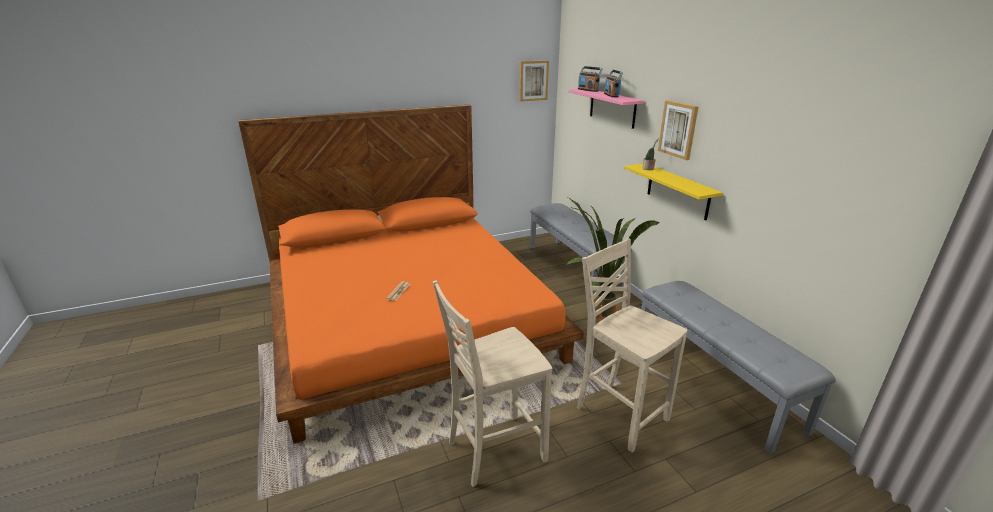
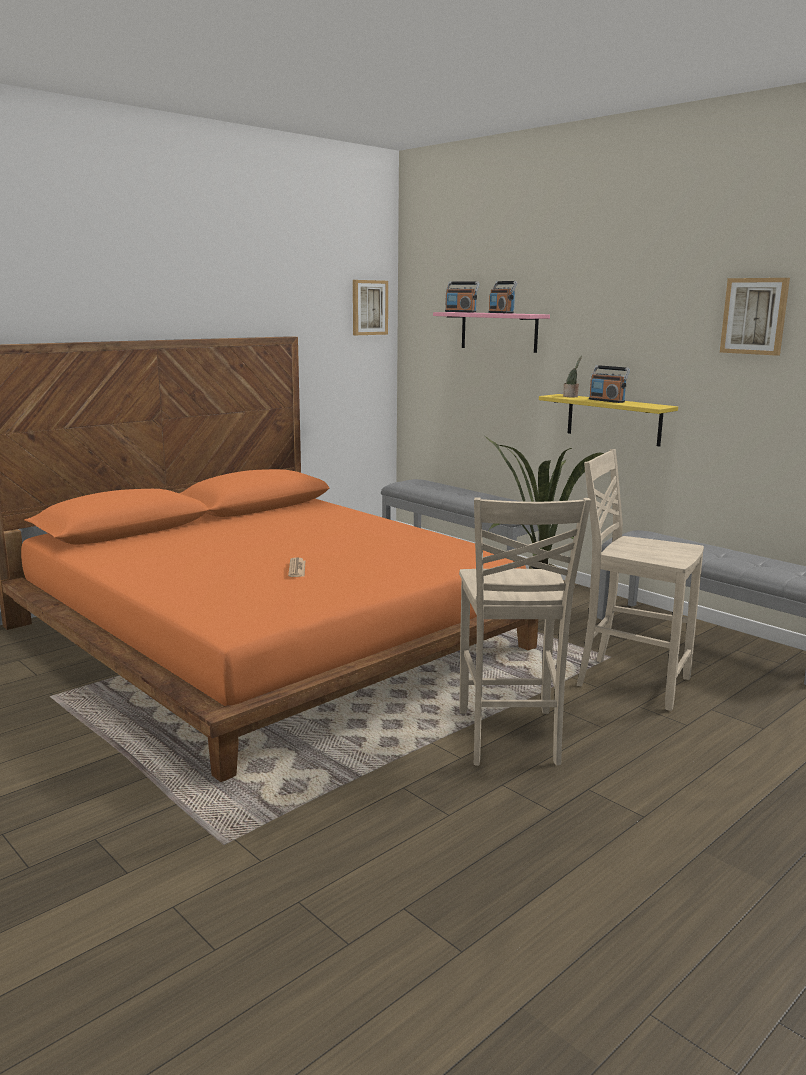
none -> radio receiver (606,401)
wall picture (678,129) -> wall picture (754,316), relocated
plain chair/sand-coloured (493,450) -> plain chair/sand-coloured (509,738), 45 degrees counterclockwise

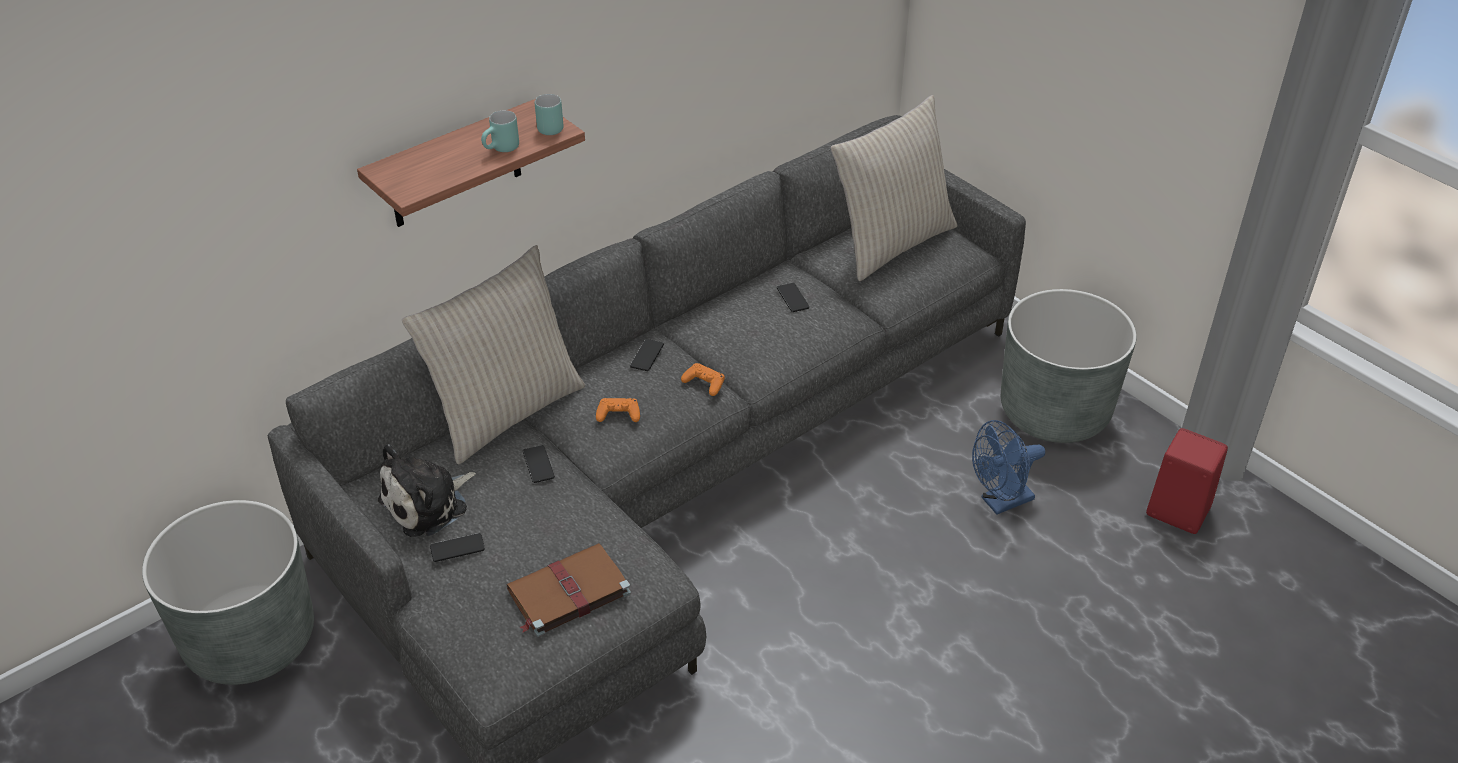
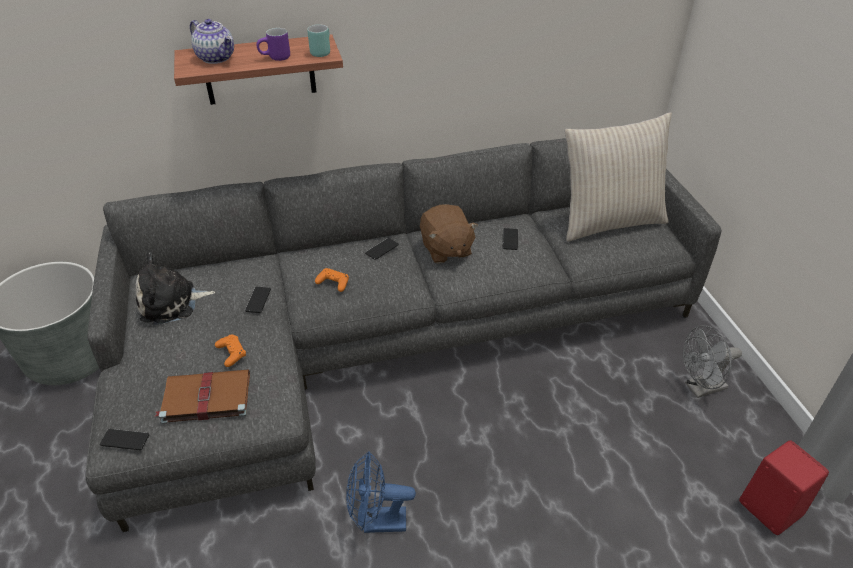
cushion/sand-coloured (505,411) -> none
none -> tea pot (216,58)
none -> soft toy/brown (446,249)
telephone (457,548) -> telephone (125,440), relocated
joypad/orange (704,383) -> joypad/orange (231,353), relocated
fan/blue (1001,502) -> fan/blue (377,522), relocated
flower pot/grey (1054,411) -> fan/grey (700,388)
mug/blue-green (502,150) -> mug/purple (275,58)

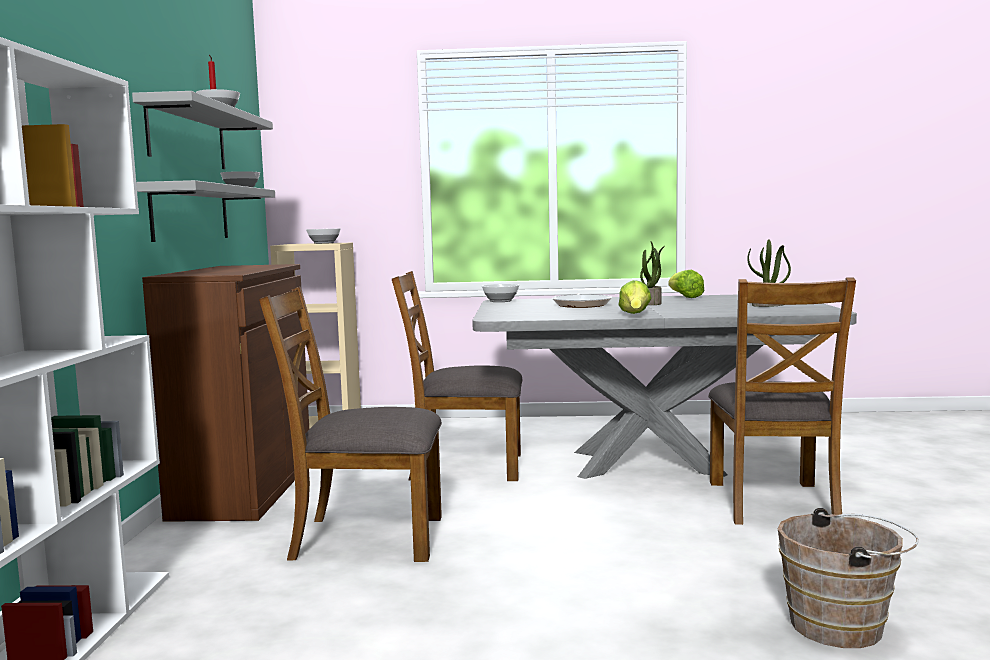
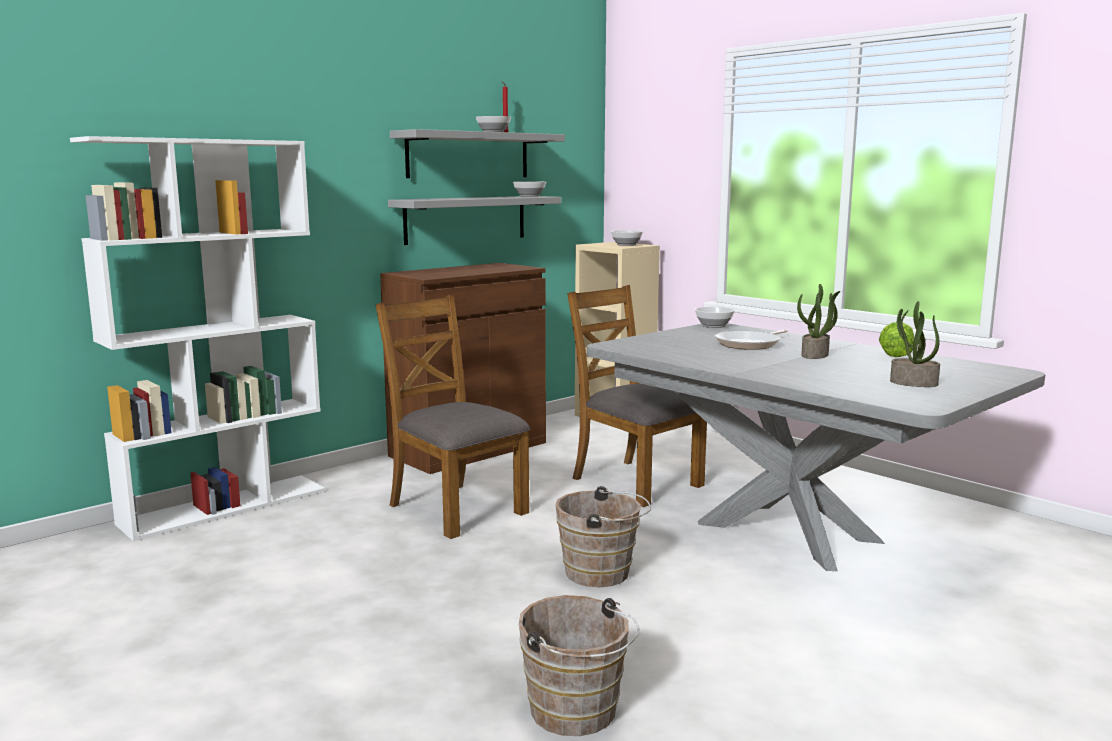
lettuce head (635,315) -> none
plain chair/brown (773,503) -> none
none -> bucket/brown (603,573)

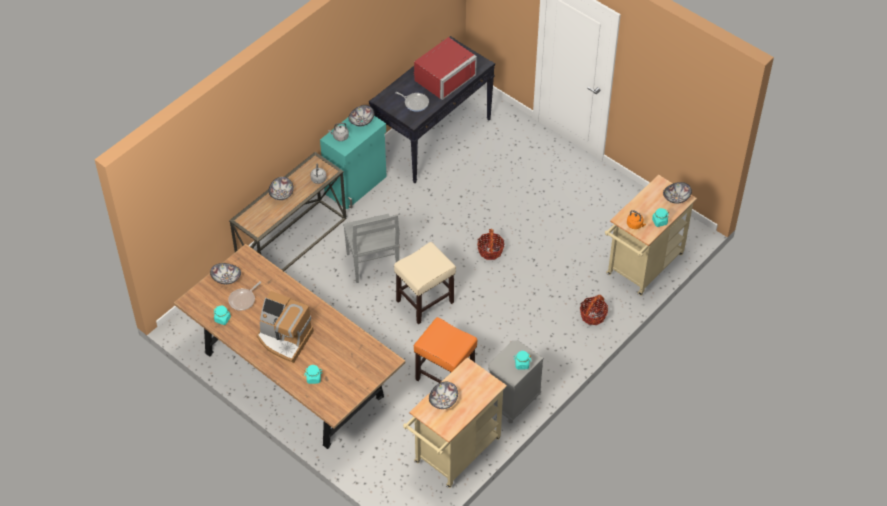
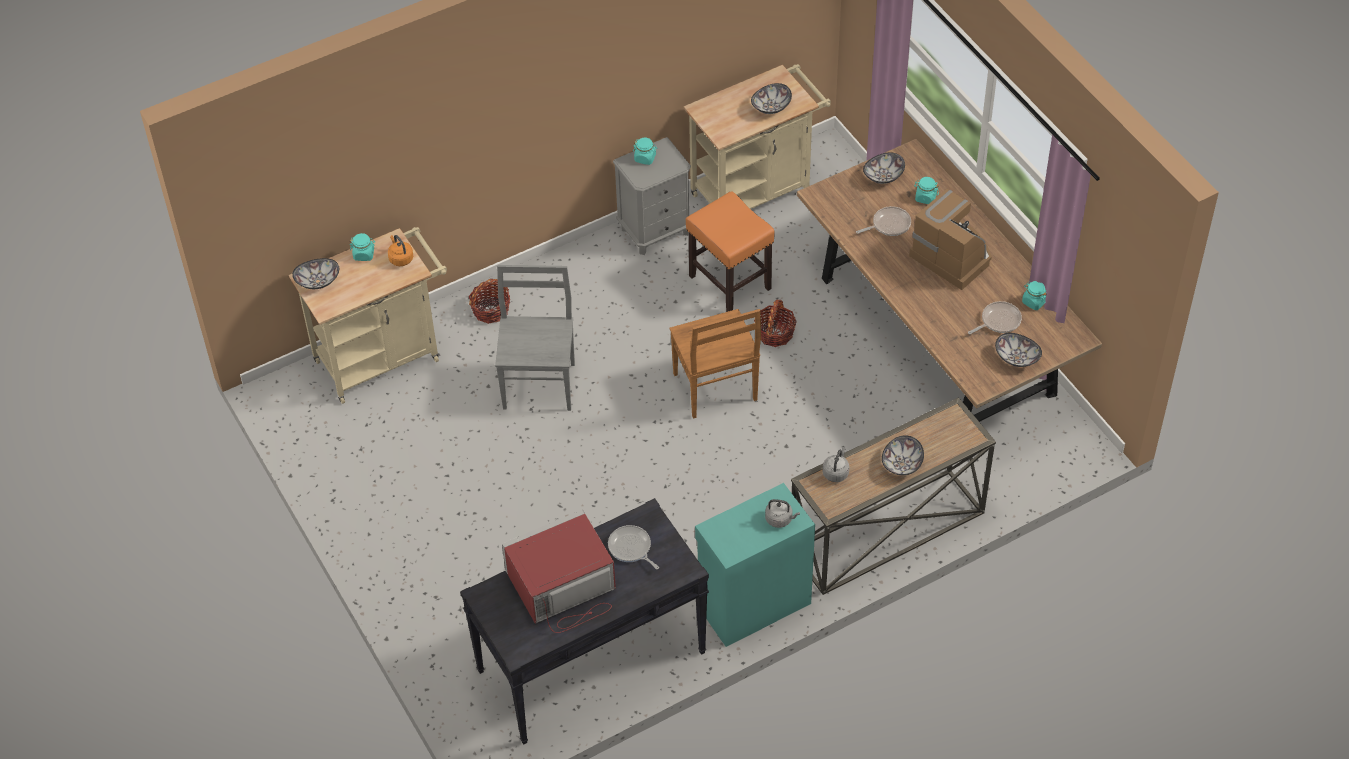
none -> frying pan (889,225)
plain chair/grey (373,264) -> plain chair/grey (539,384), relocated
serving bowl (361,121) -> serving bowl (883,176), relocated
household basket (490,251) -> household basket (774,333), relocated
sitting stool/sand-coloured (425,301) -> plain chair/brown (715,389)

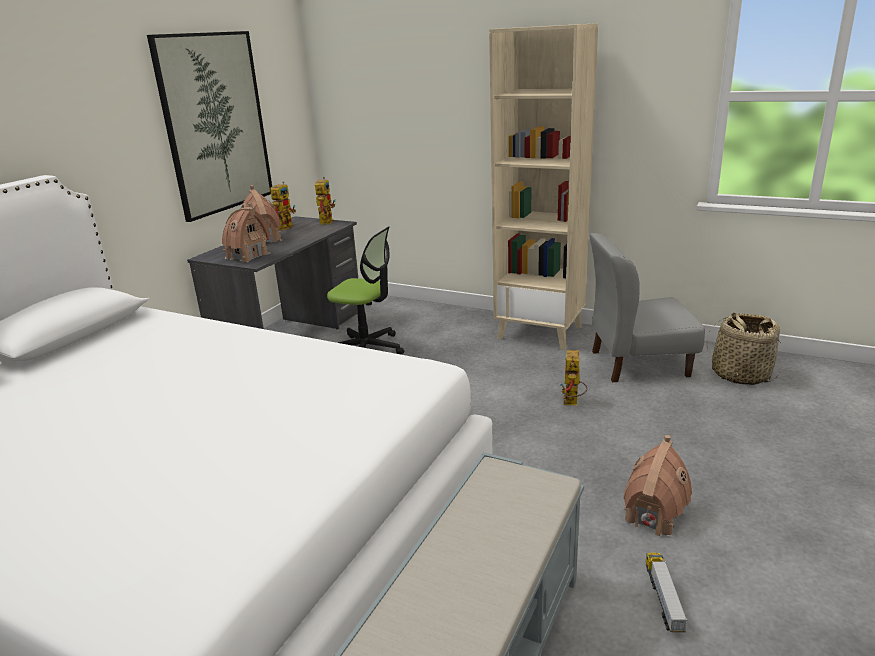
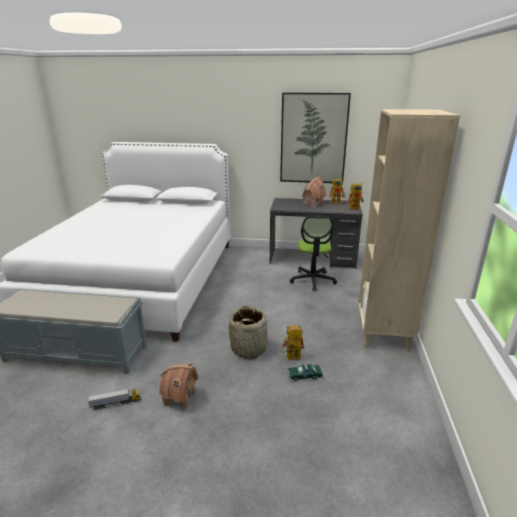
toy house (247,256) -> none
plain chair/grey (638,363) -> none
none -> toy car (304,376)
household basket (740,374) -> household basket (249,348), relocated

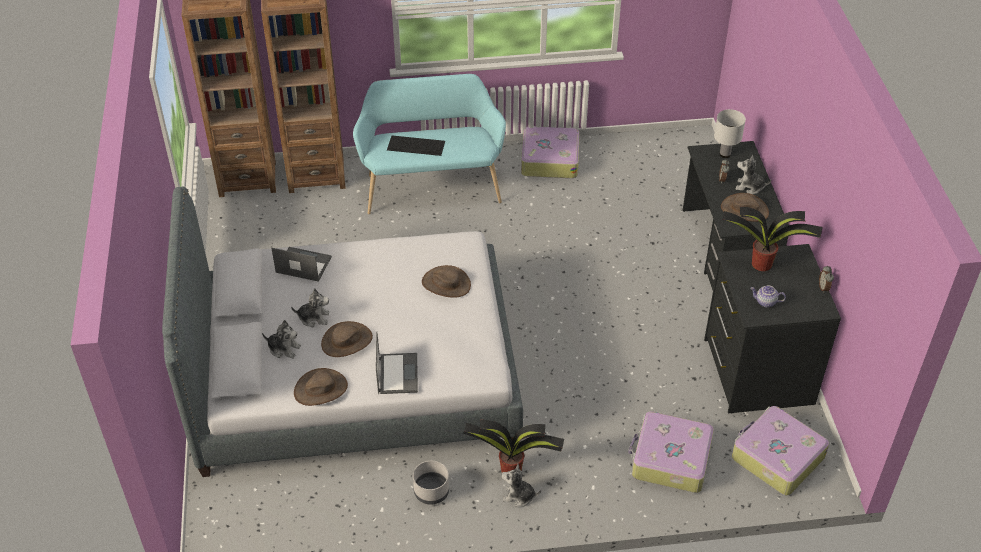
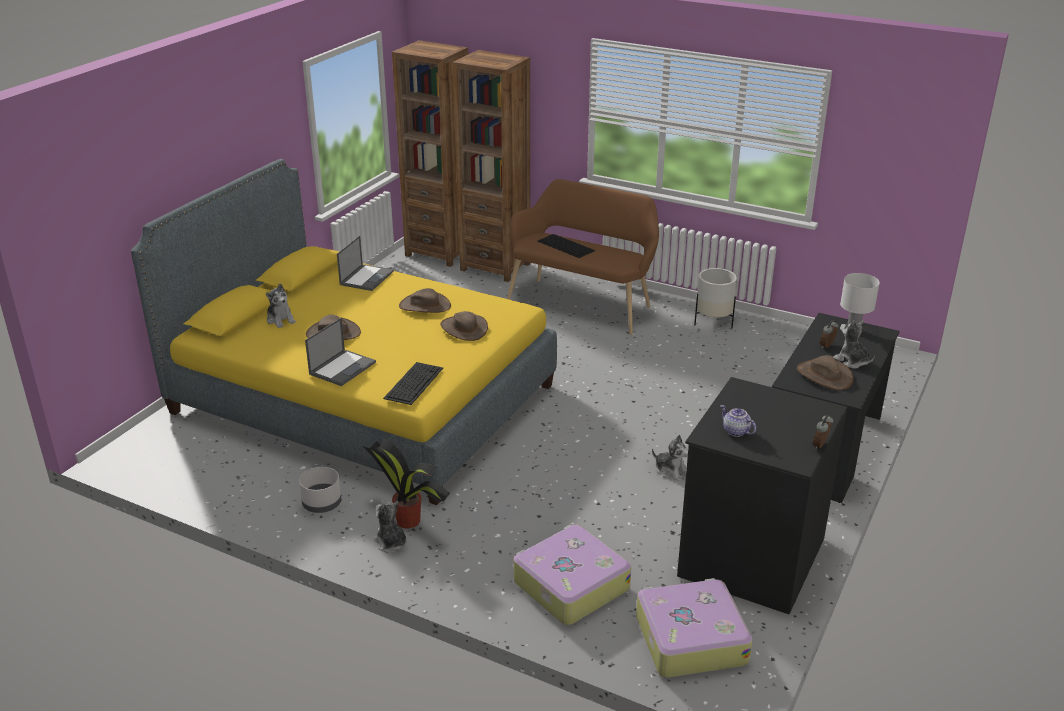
potted plant (763,264) -> none
none -> PC keyboard (414,382)
soft toy (314,318) -> soft toy (670,470), relocated
hat/brown (320,389) -> hat/brown (425,306), relocated
travel case (549,159) -> flower pot/white-coloured (713,321)
bed/grey (354,376) -> bed/yellow-coloured (362,399)
bench/blue-green (431,185) -> bench/brown (583,303)
notebook computer (302,265) -> notebook computer (366,278), 60 degrees clockwise

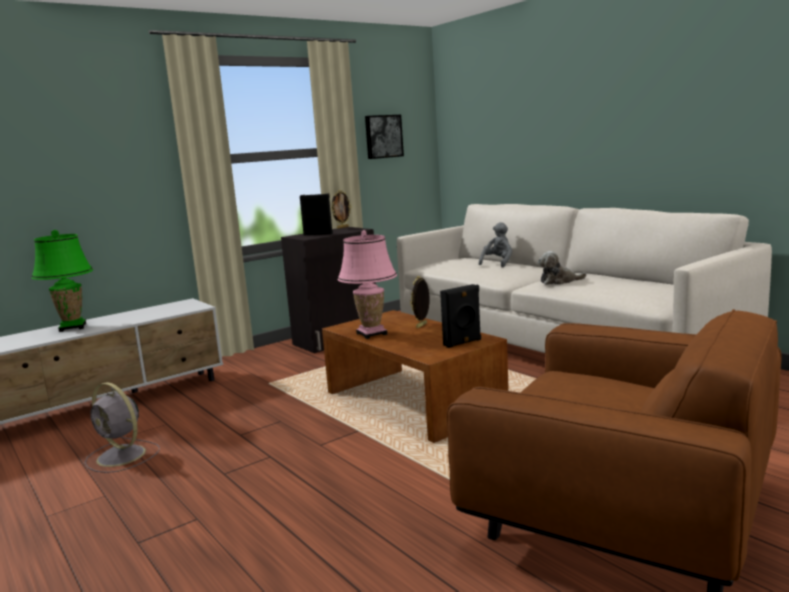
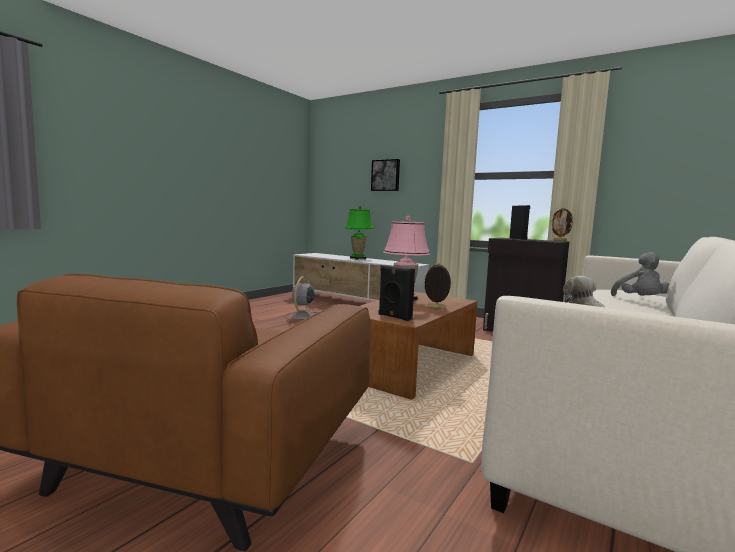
wall picture (383,136) -> wall picture (386,175), relocated
soft toy/grey (498,263) -> soft toy/grey (640,300), 75 degrees clockwise

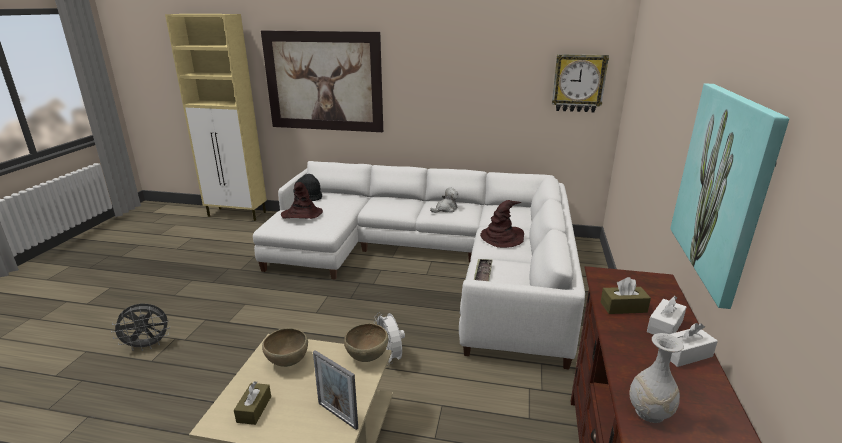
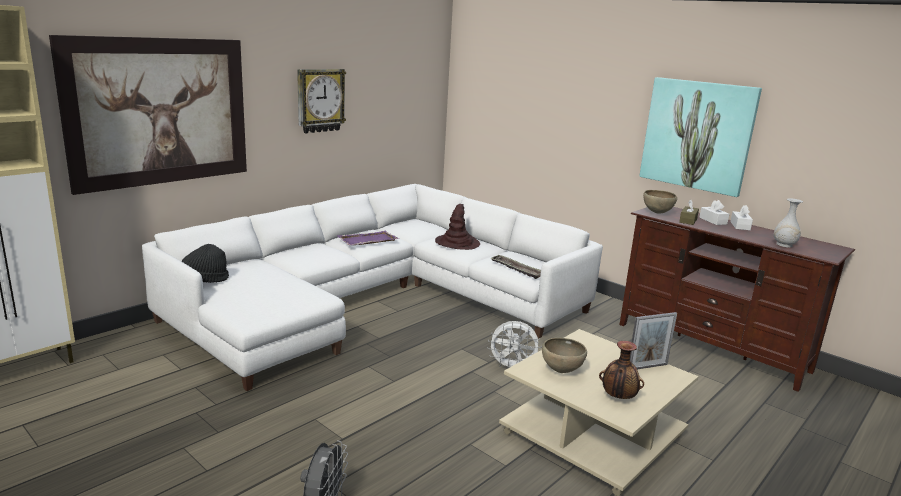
hat/brown (302,214) -> none
serving bowl/brown (367,357) -> serving bowl/brown (657,213), relocated
clock on the wall (578,83) -> clock on the wall (320,100), relocated
tissue box/brown (254,409) -> flower vase (618,397)
soft toy (445,209) -> carrying tray/purple (367,240)

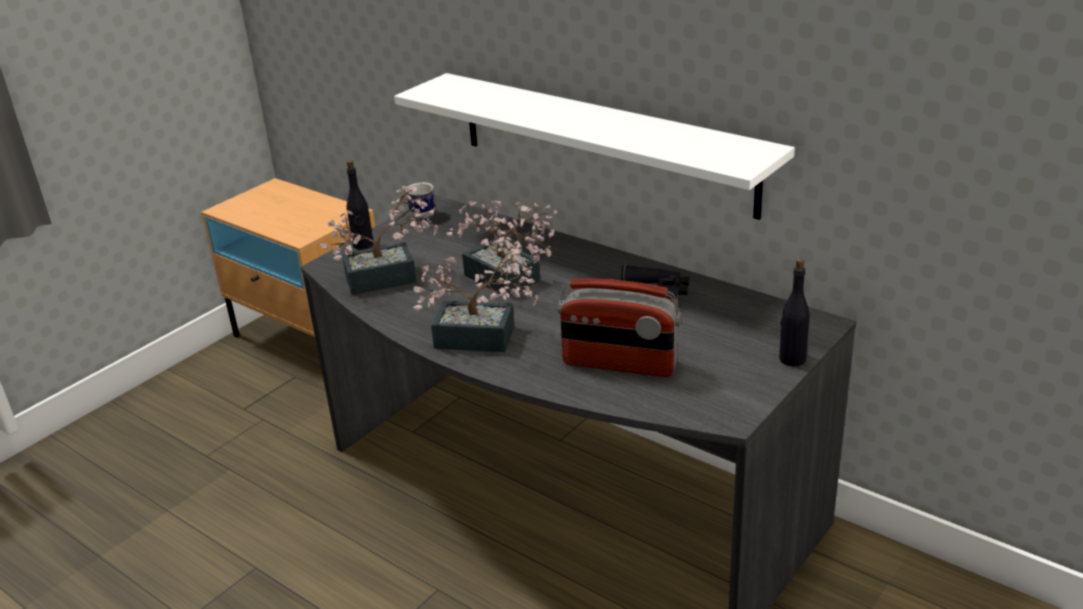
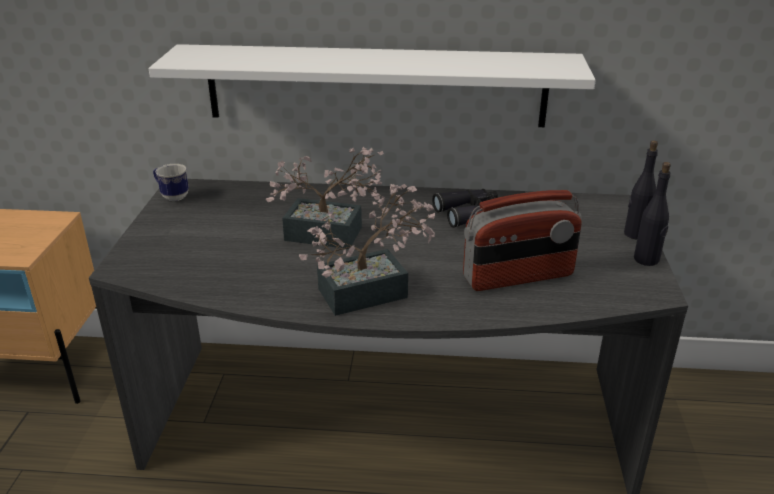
potted plant (390,277) -> none
beverage bottle/black (363,245) -> beverage bottle/black (646,260), relocated

